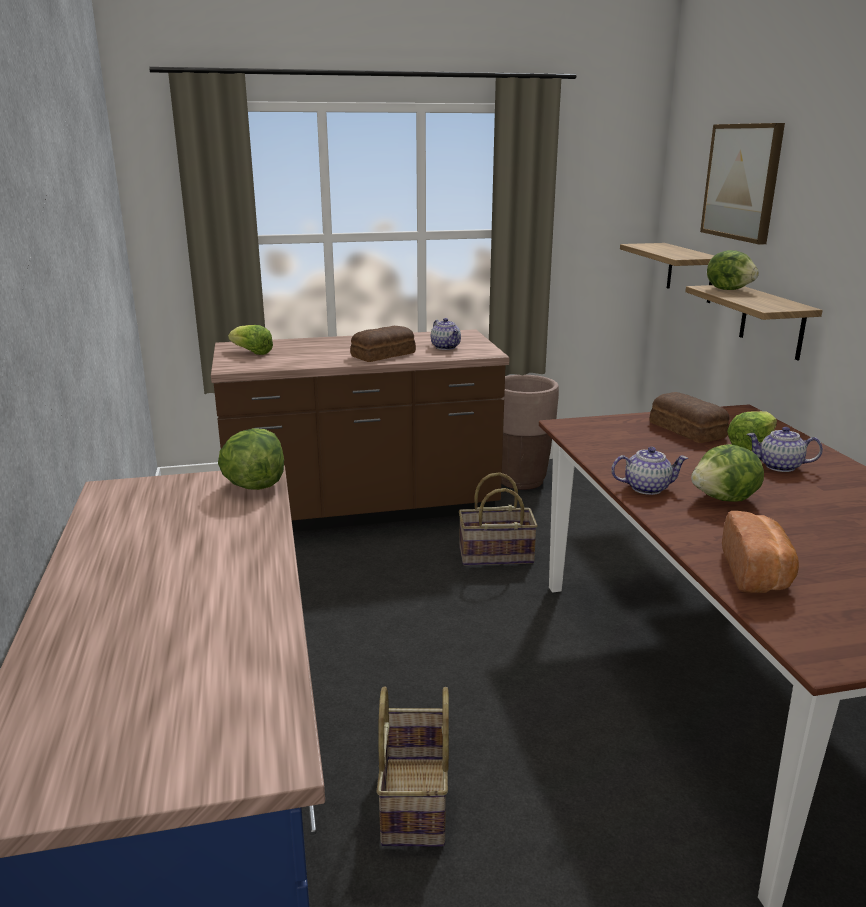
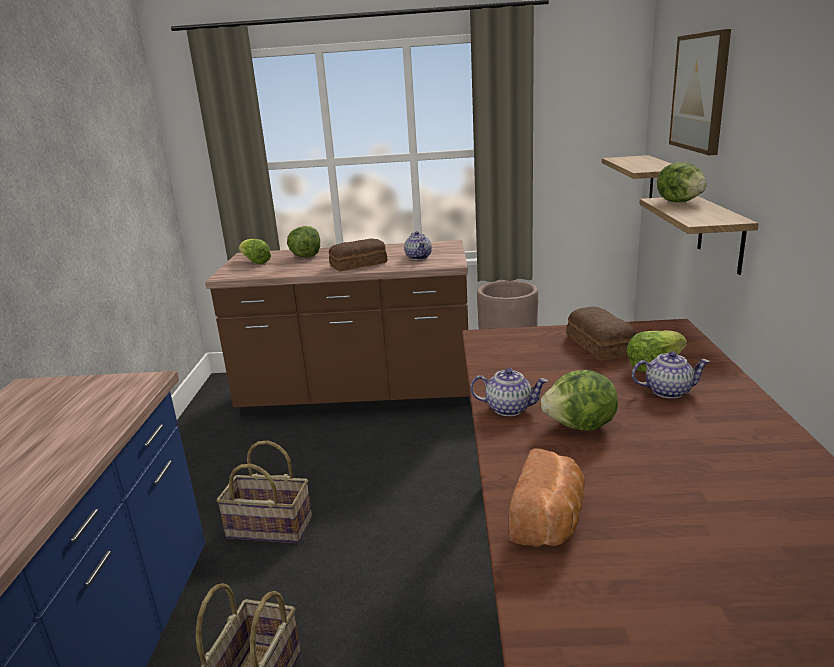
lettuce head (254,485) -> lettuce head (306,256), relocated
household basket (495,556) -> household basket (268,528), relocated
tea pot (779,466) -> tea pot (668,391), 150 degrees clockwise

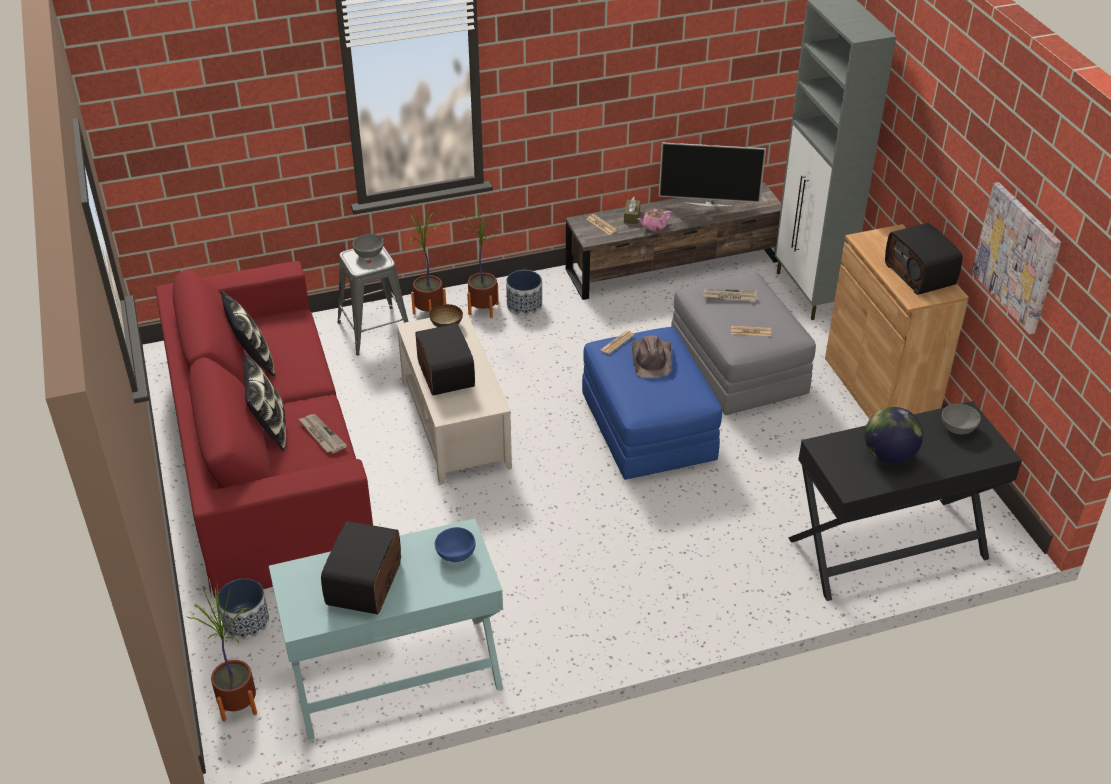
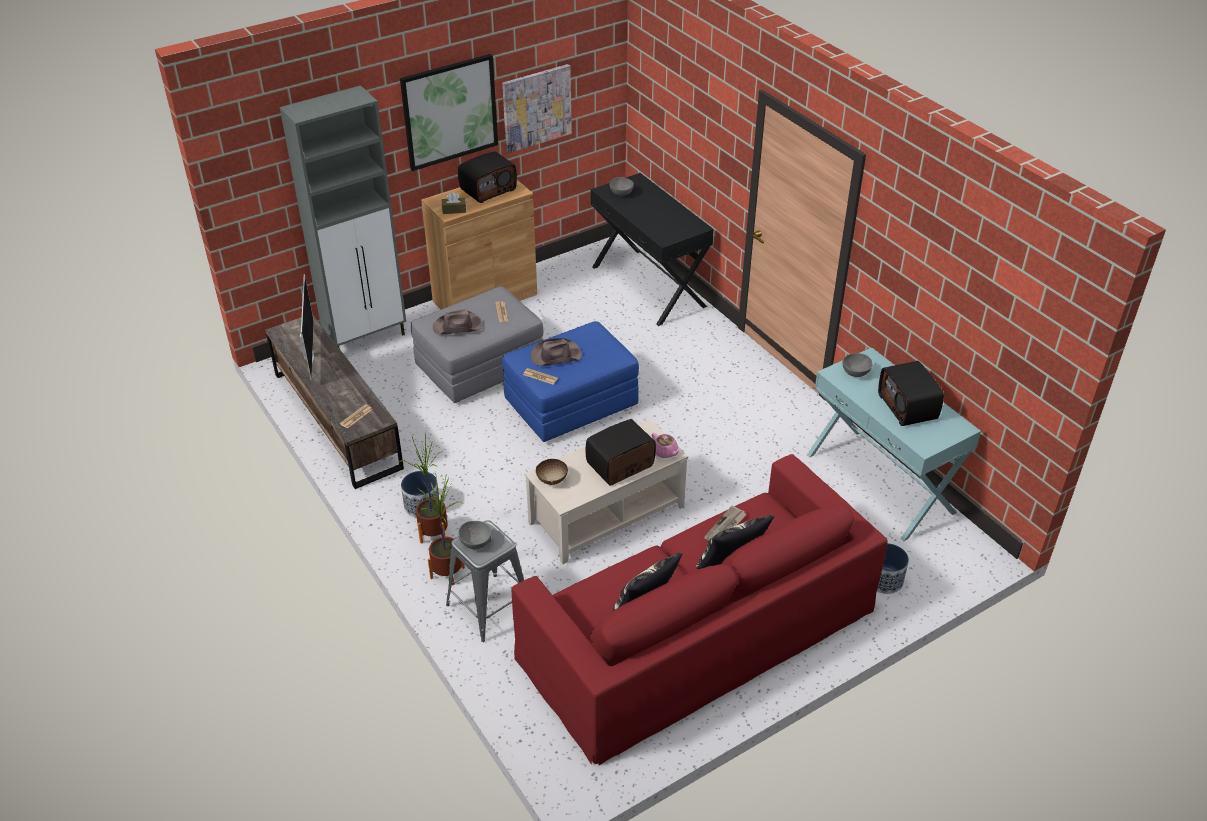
potted plant (238,704) -> none
desk globe (888,455) -> none
none -> wall picture (449,112)
tissue box/brown (631,216) -> tissue box/brown (454,210), relocated
tea pot/pinkish (653,226) -> tea pot/pinkish (665,452), relocated
printed paper (729,297) -> hat/brown (458,327)
serving bowl/blue (455,555) -> serving bowl/grey (856,372)
radio receiver (366,584) -> radio receiver (908,407), 75 degrees clockwise

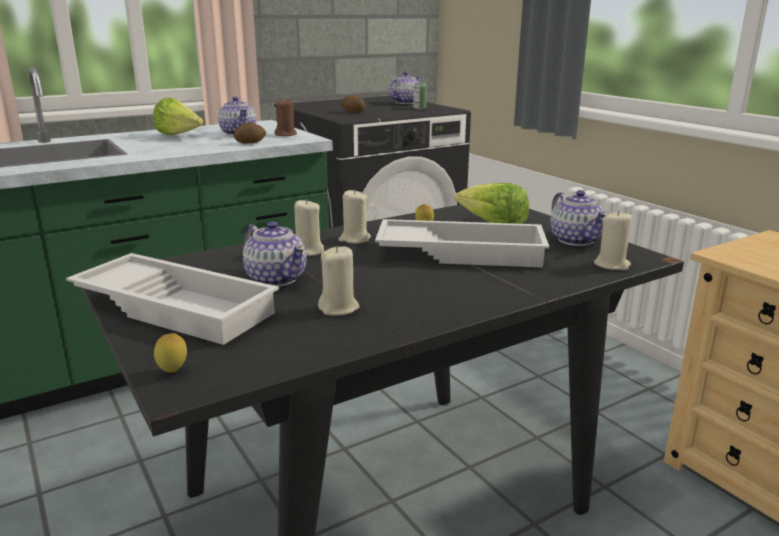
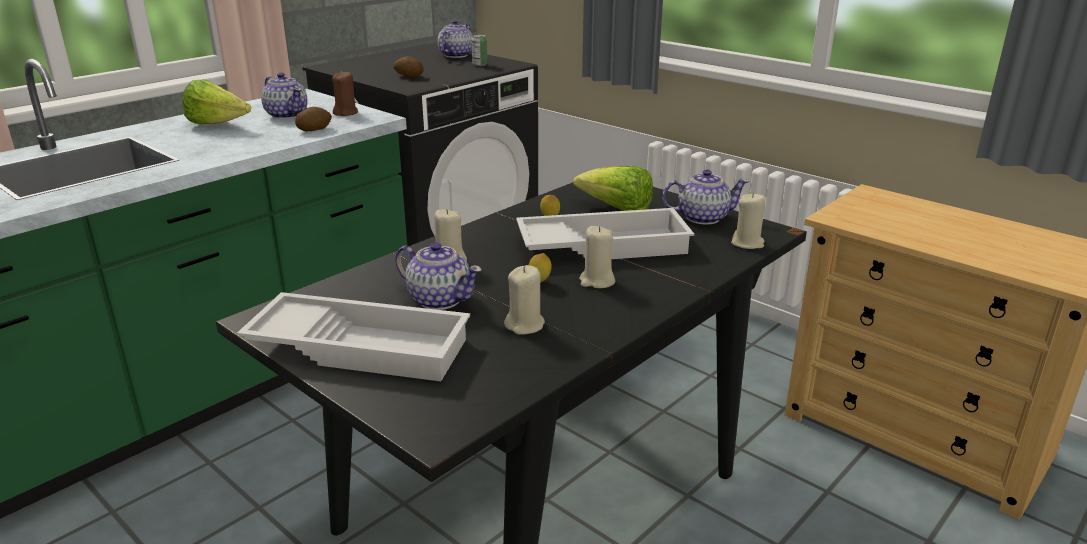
whole lemon (173,372) -> whole lemon (539,282), relocated
candle/sand-coloured (354,239) -> candle/sand-coloured (597,281), relocated
tea pot (575,240) -> tea pot (702,217), 60 degrees counterclockwise

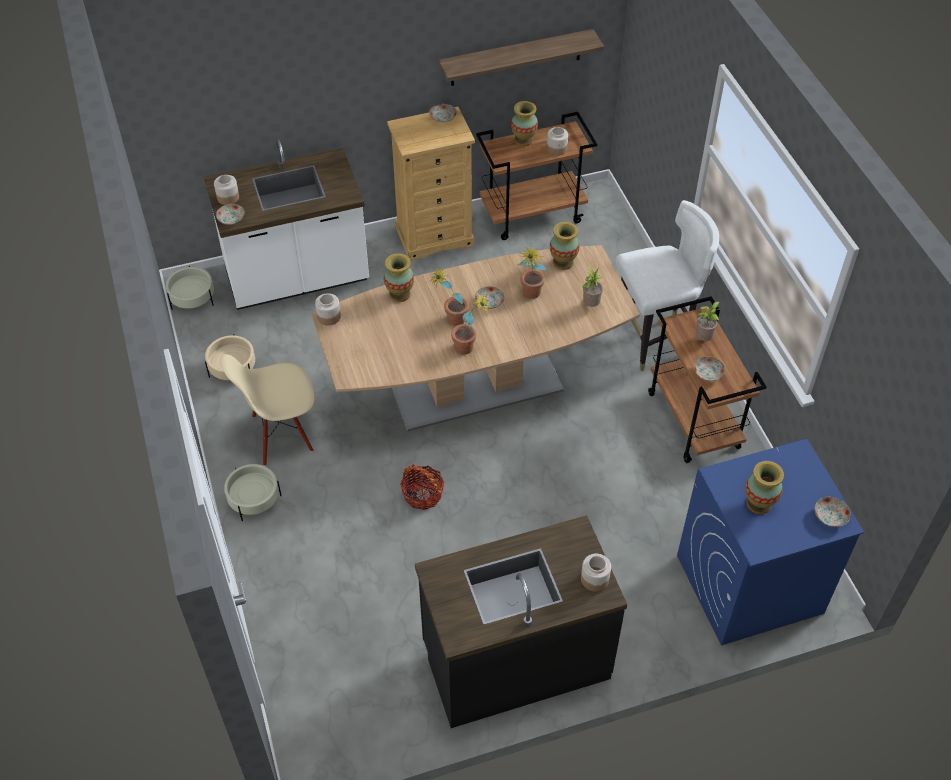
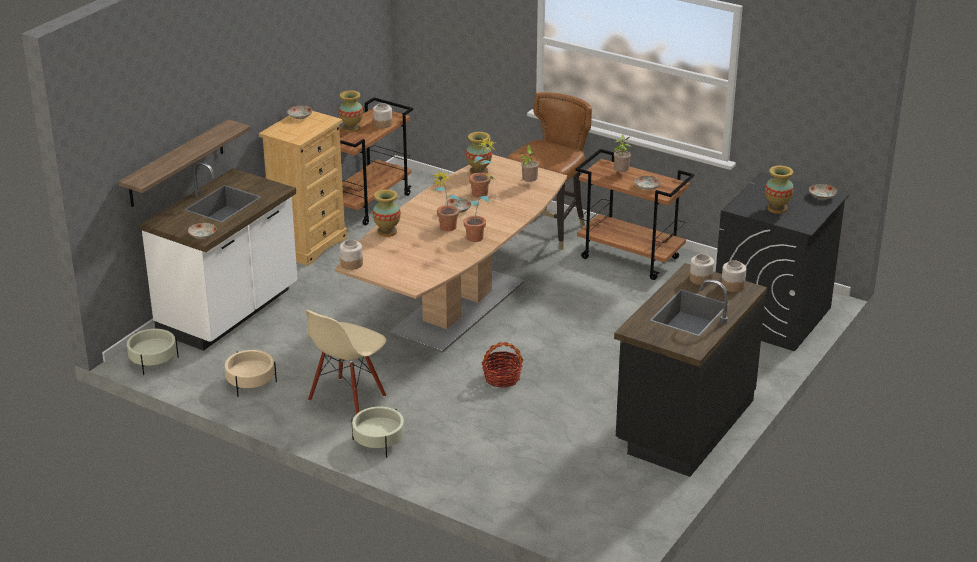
jar (227,197) -> jar (700,279), relocated
shelf (516,58) -> shelf (176,164), relocated
plain chair/white-coloured (655,340) -> plain chair/brown (549,231)
washing machine/blue (748,584) -> washing machine/black (771,316)

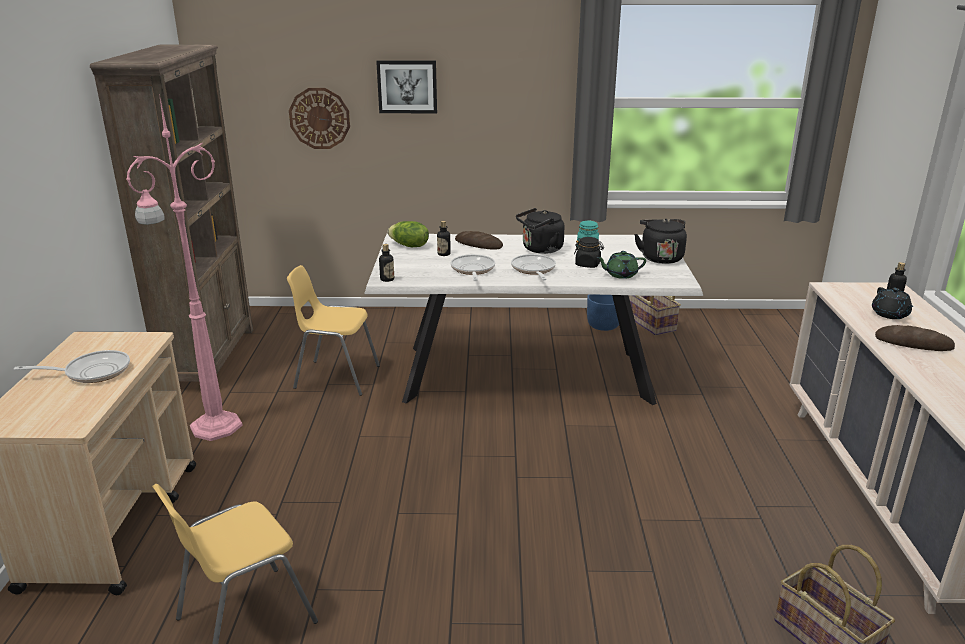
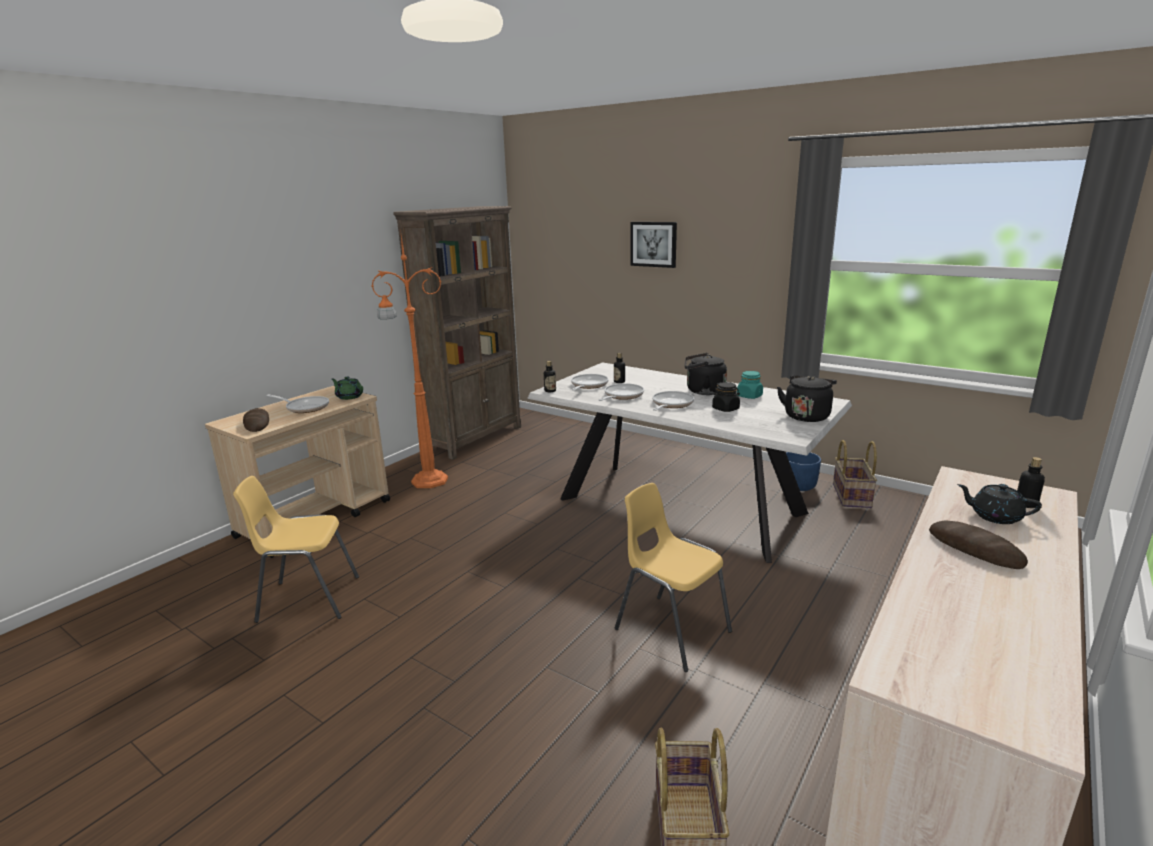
clock on the wall (319,118) -> none
lettuce head (409,246) -> none
none -> frying pan (588,385)
plain chair/yellow-coloured (336,377) -> plain chair/yellow-coloured (671,630), relocated
bakery bread (478,244) -> bakery bread (257,423), relocated
tea pot/green-coloured (620,274) -> tea pot/green-coloured (349,397), relocated
floor lamp/pinkish (213,427) -> floor lamp/orange (427,480)
tea pot/black (890,314) -> tea pot/black (994,516), 90 degrees clockwise

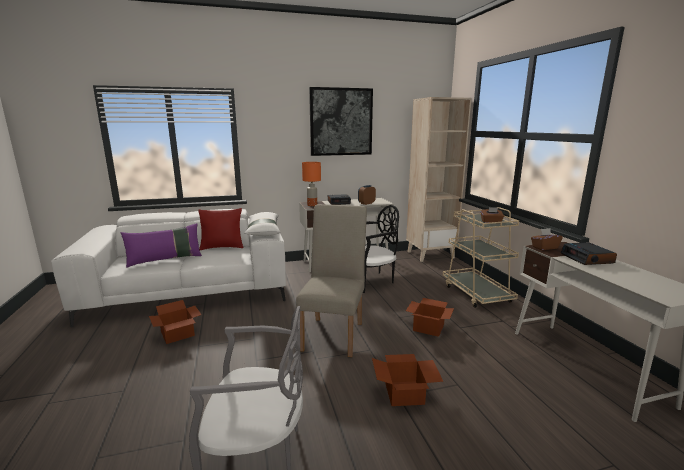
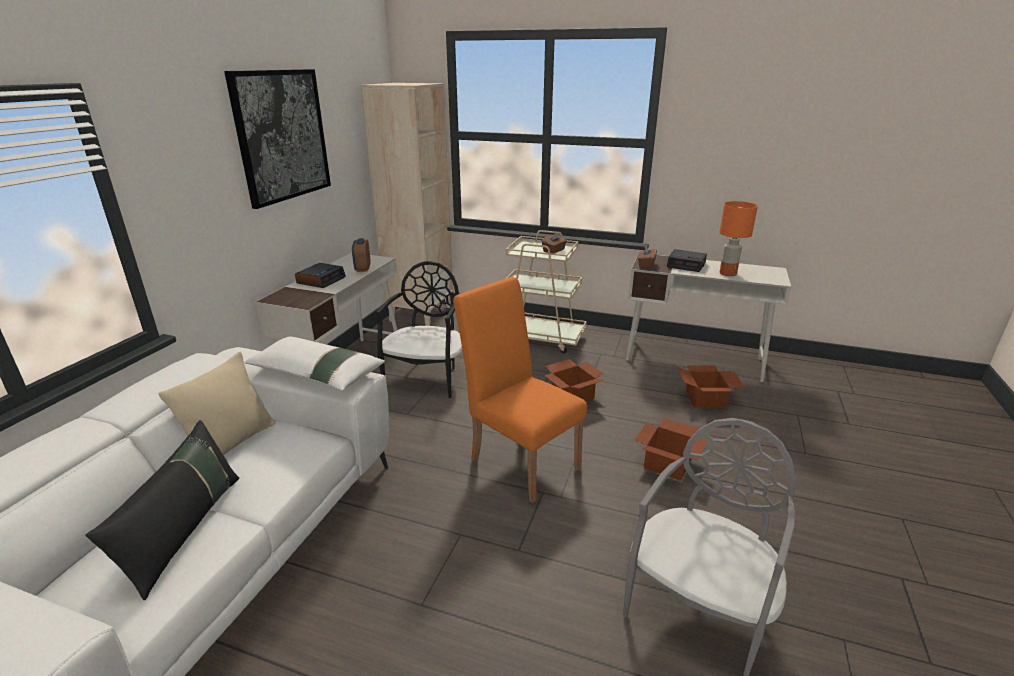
packing box (177,334) -> packing box (706,399), relocated
tabletop lamp/orange (312,205) -> tabletop lamp/orange (727,274), relocated
cushion/purple (165,260) -> cushion/black (185,530)
cushion/reddish (222,247) -> cushion/sand-coloured (232,444)
plain chair/sand-coloured (334,333) -> plain chair/orange (520,459)

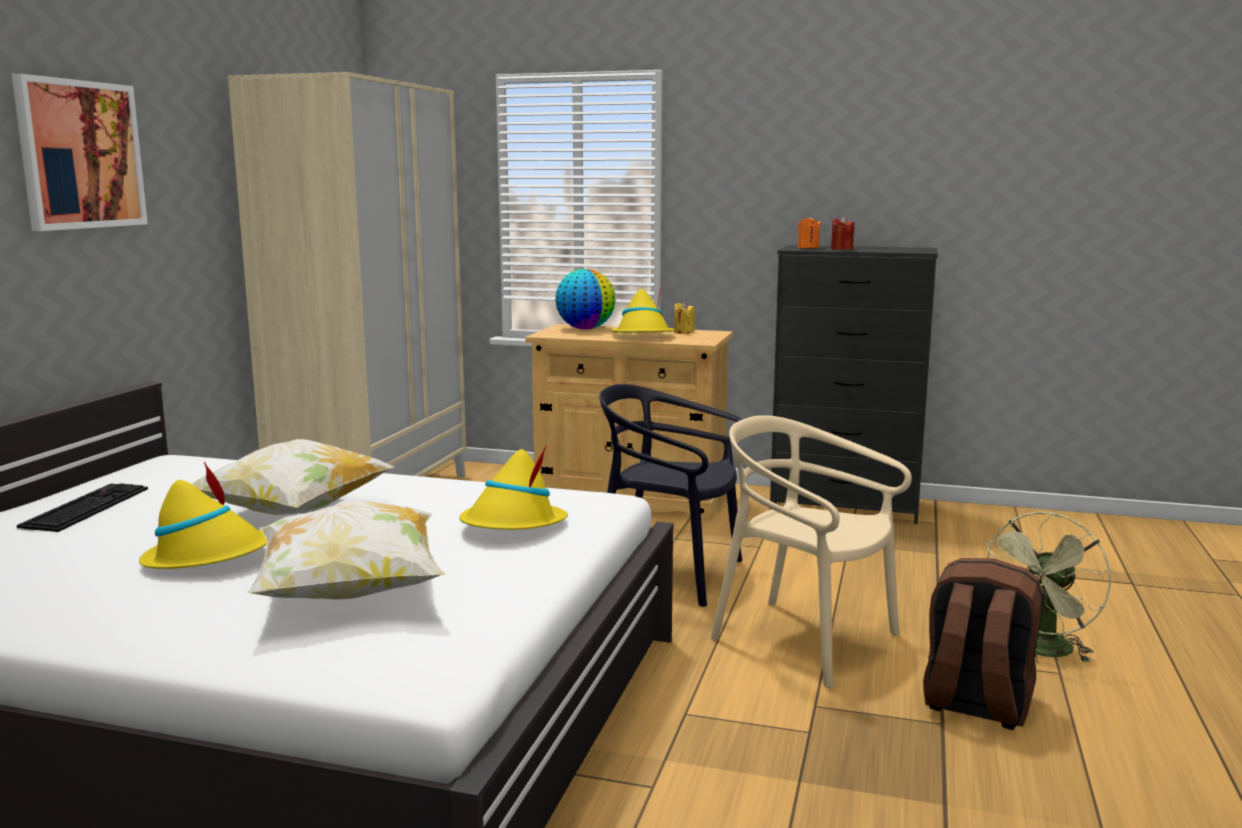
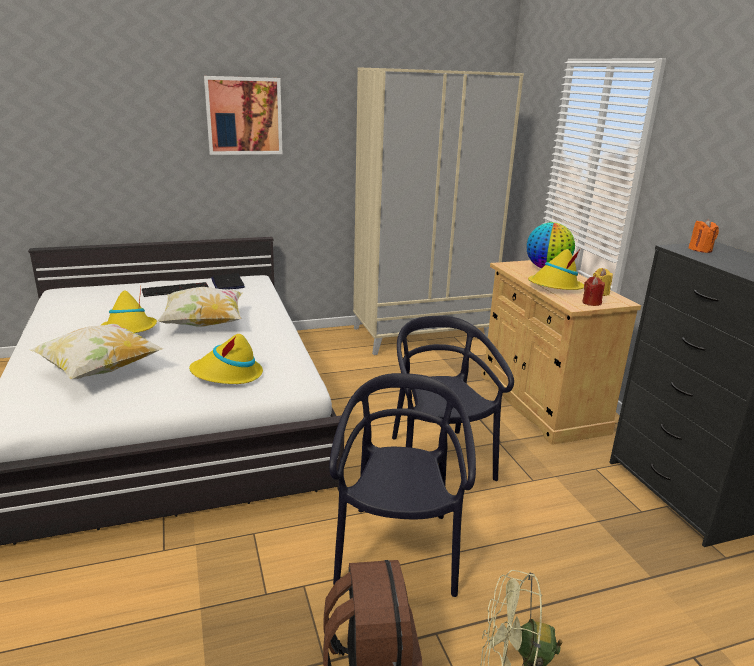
none -> notebook computer (227,283)
candle/reddish (841,249) -> candle/reddish (591,303), relocated
plain chair/sand-coloured (804,640) -> plain chair/black (398,551)

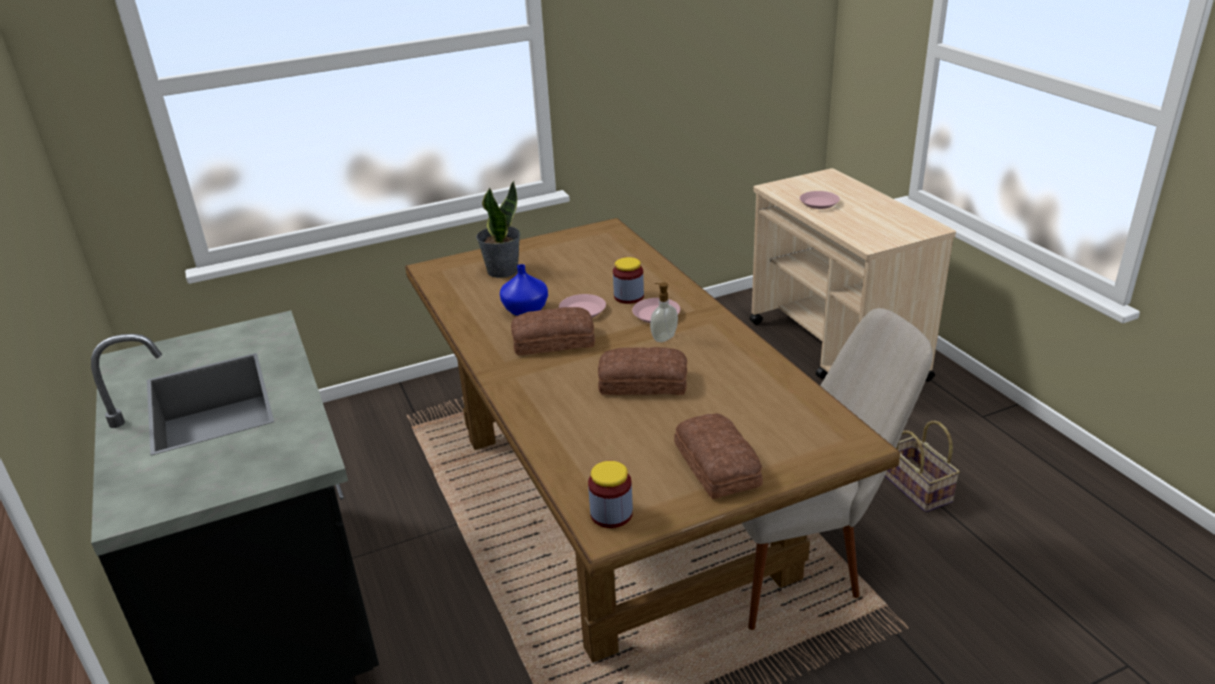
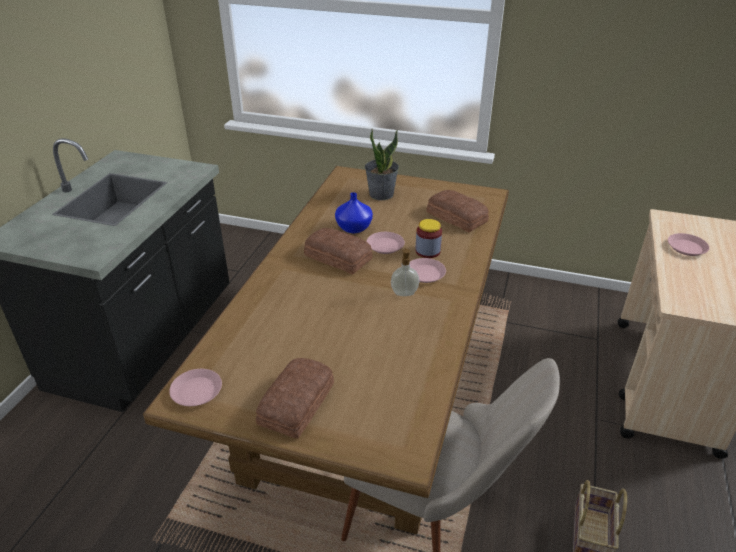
bakery bread (642,381) -> bakery bread (457,216), relocated
jar (611,514) -> flat dish/pinkish (196,391)

